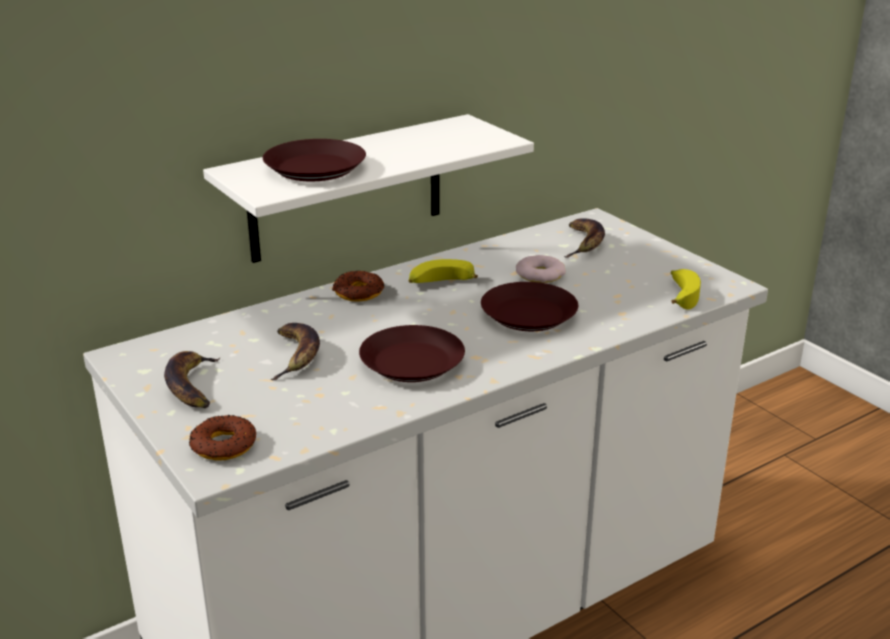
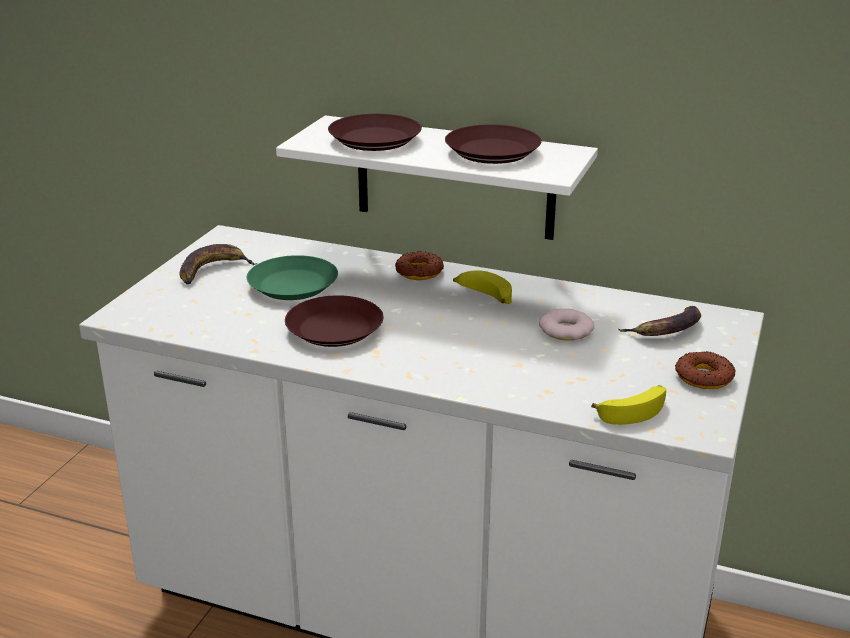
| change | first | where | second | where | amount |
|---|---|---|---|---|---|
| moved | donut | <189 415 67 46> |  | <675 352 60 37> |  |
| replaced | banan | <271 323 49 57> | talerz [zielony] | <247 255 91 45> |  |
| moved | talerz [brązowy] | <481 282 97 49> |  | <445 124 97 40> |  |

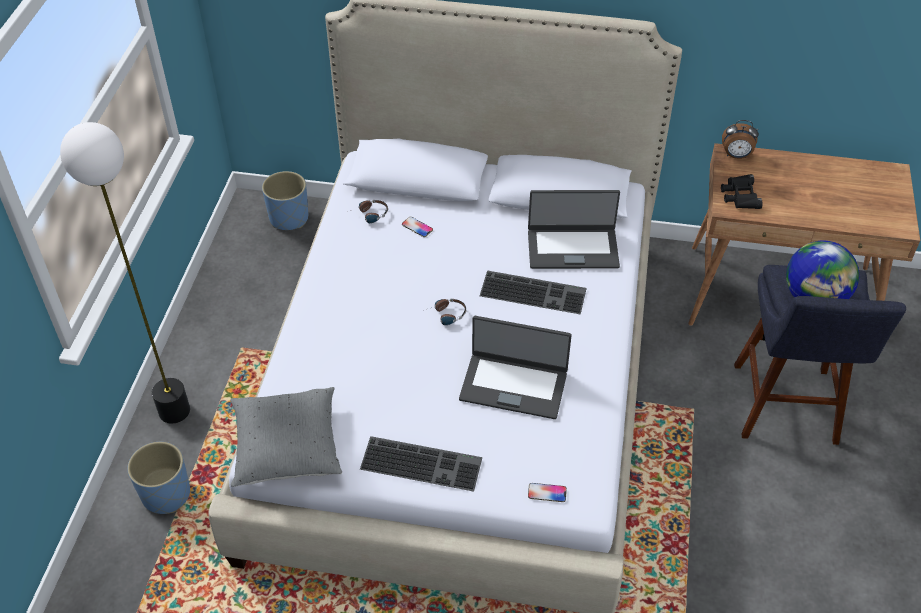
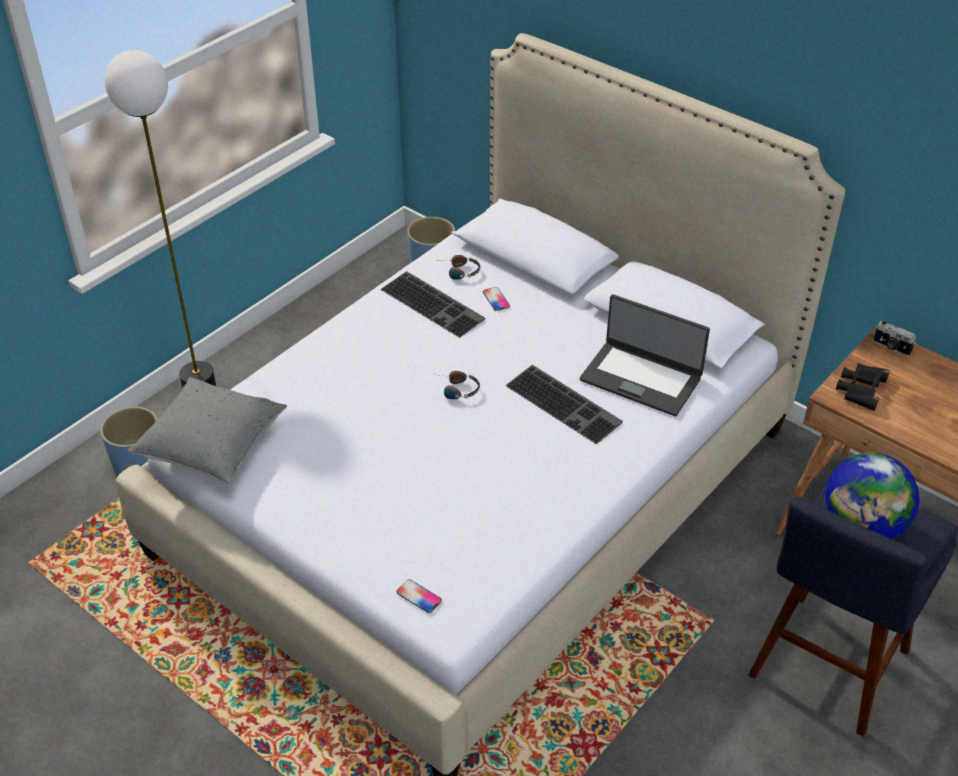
| change | first | where | second | where | amount |
|---|---|---|---|---|---|
| moved | klawiatura | <360 436 122 56> |  | <380 271 105 67> |  |
| removed | laptop | <459 316 113 103> |  |  |  |
| replaced | budzik | <722 120 37 39> | aparat fotograficzny | <873 321 43 35> |  |

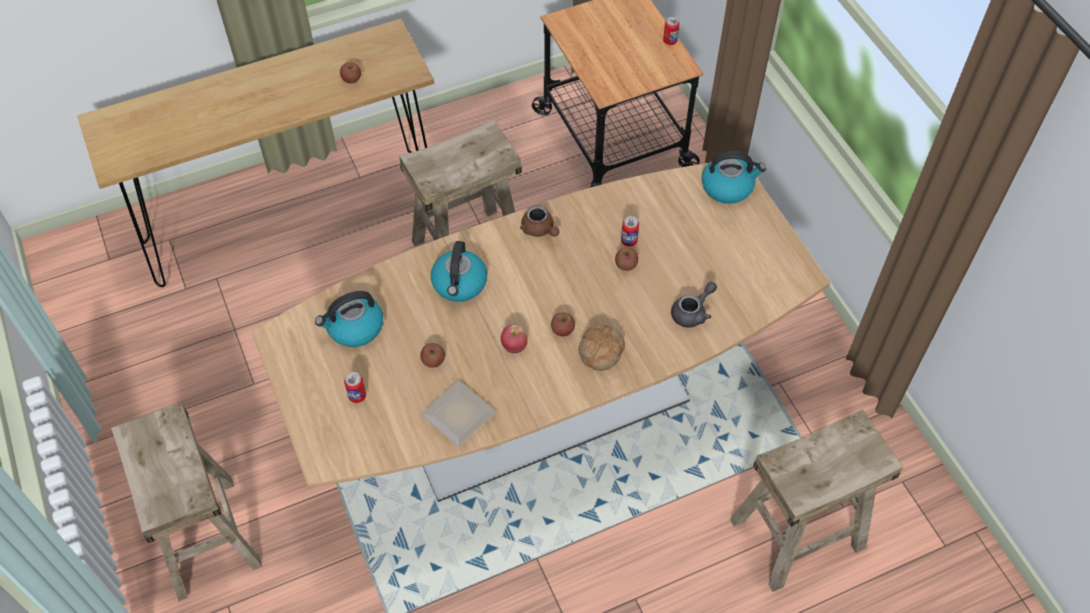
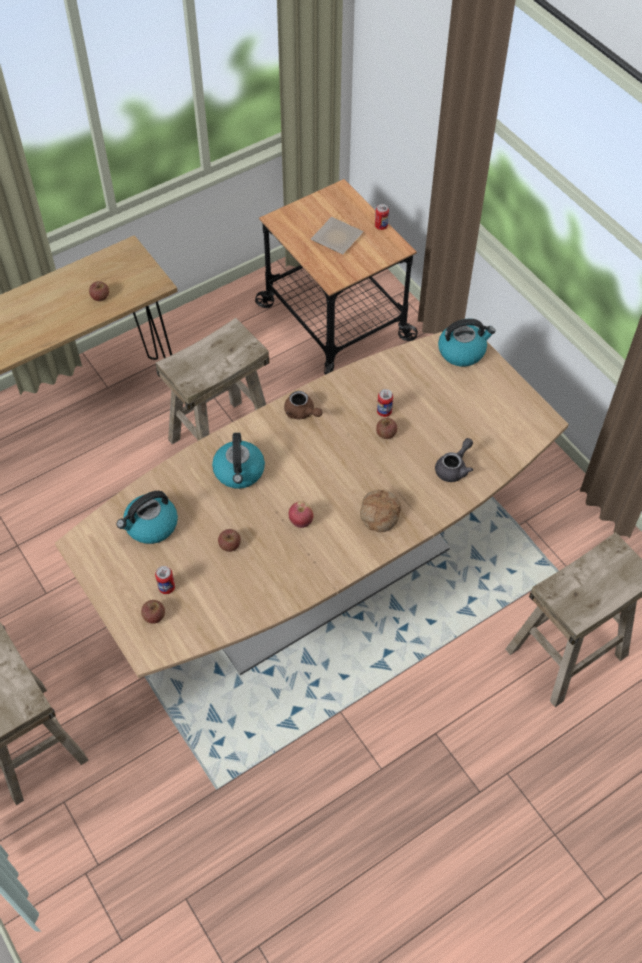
| change | first | where | second | where | amount |
|---|---|---|---|---|---|
| moved | talerz | <420 380 76 67> |  | <311 217 52 37> |  |
| moved | jabłko | <551 312 24 25> |  | <141 600 24 24> |  |

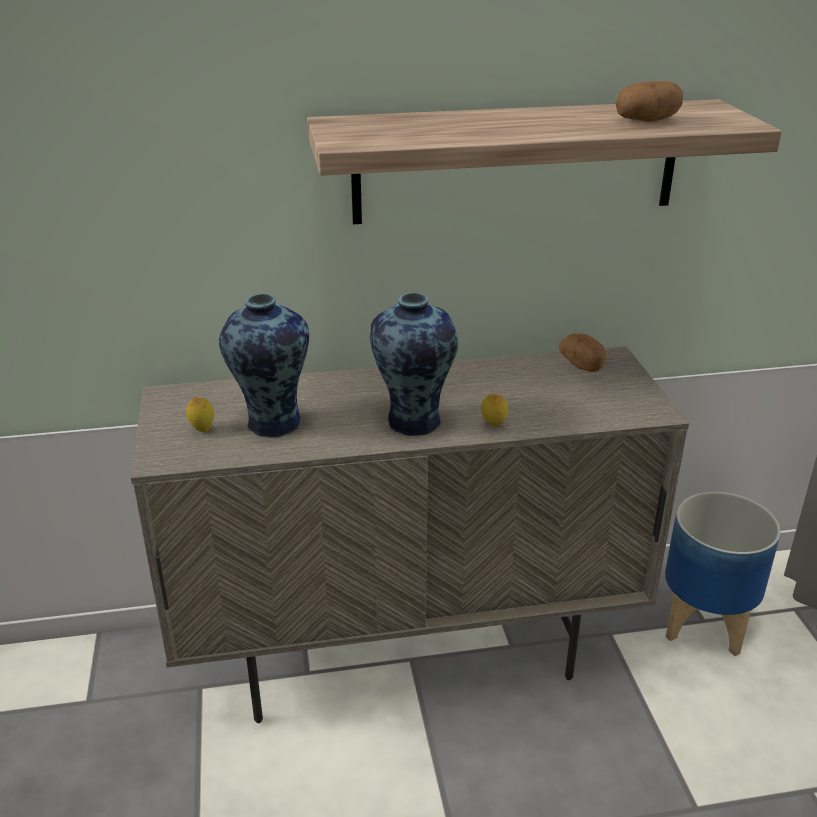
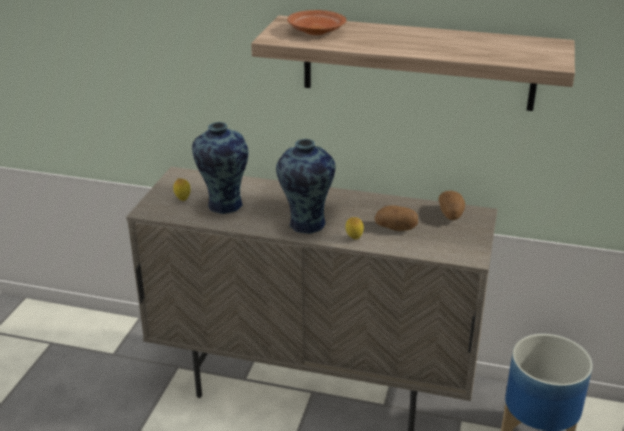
| change | first | where | second | where | amount |
|---|---|---|---|---|---|
| moved | ziemniak | <615 81 68 41> |  | <375 205 43 26> |  |
| added |  |  | talerz [brązowy] | <287 10 59 25> |  |

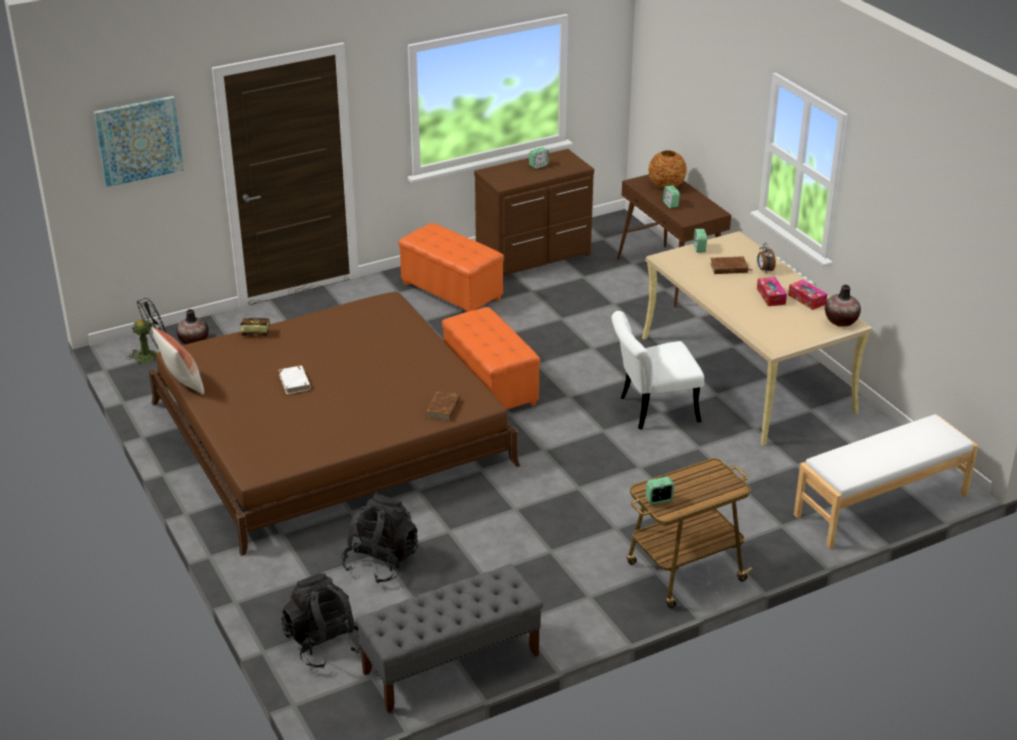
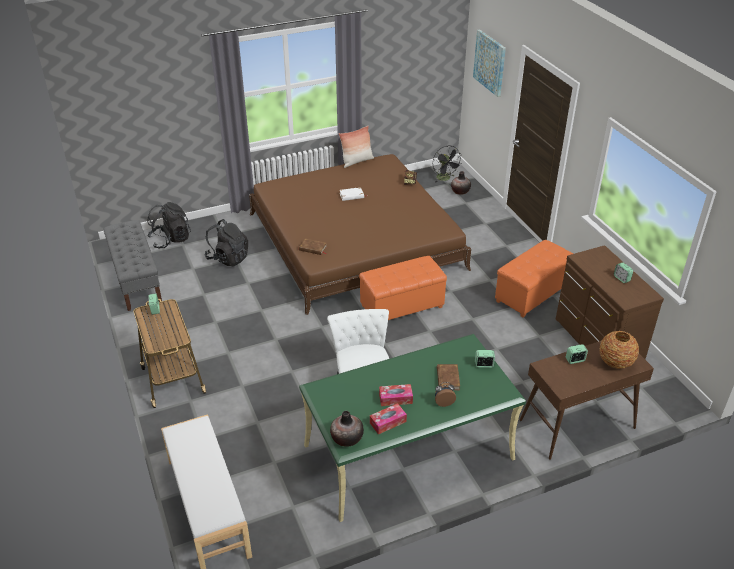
| change | first | where | second | where | amount |
|---|---|---|---|---|---|
| recoloured | biurko [beżowy] | <642 231 230 215> | biurko [zielony] | <299 334 227 188> |  |

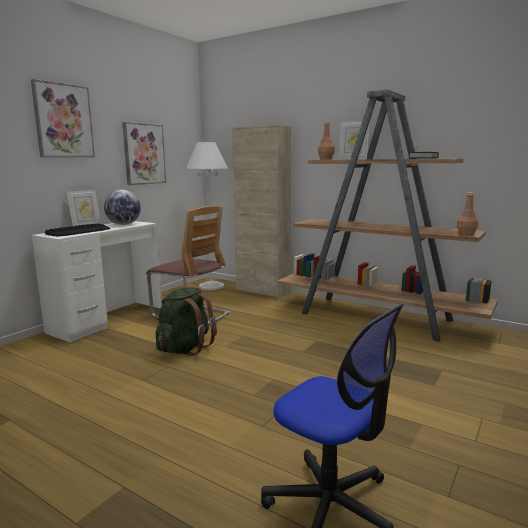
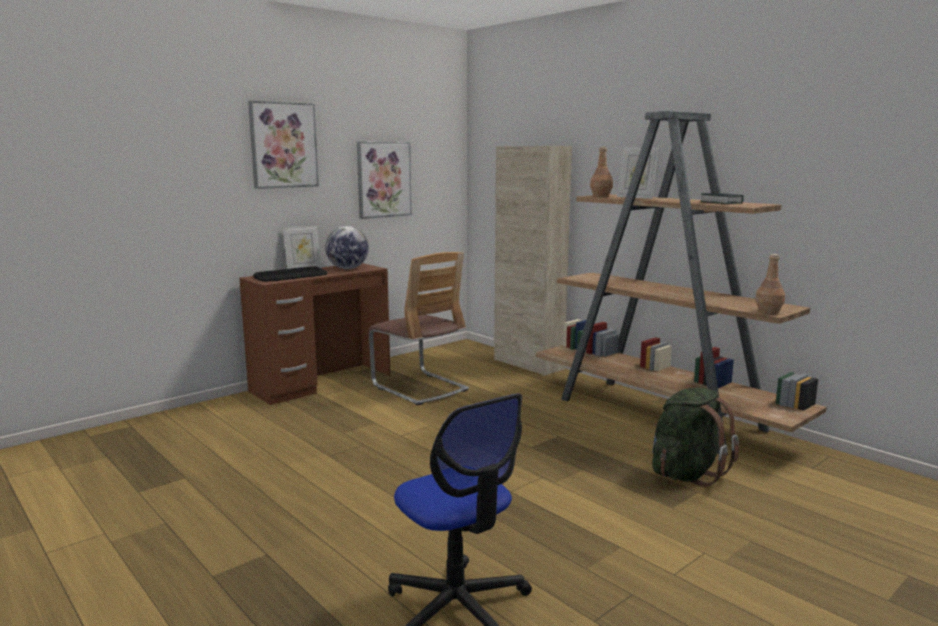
| change | first | where | second | where | amount |
|---|---|---|---|---|---|
| recoloured | biurko [biały] | <31 221 131 121> | biurko [brązowy] | <239 263 151 142> |  |
| moved | plecak [zielony] | <156 287 61 69> |  | <652 387 87 100> |  |
| removed | lampa stojąca [biały] | <186 142 42 148> |  |  |  |

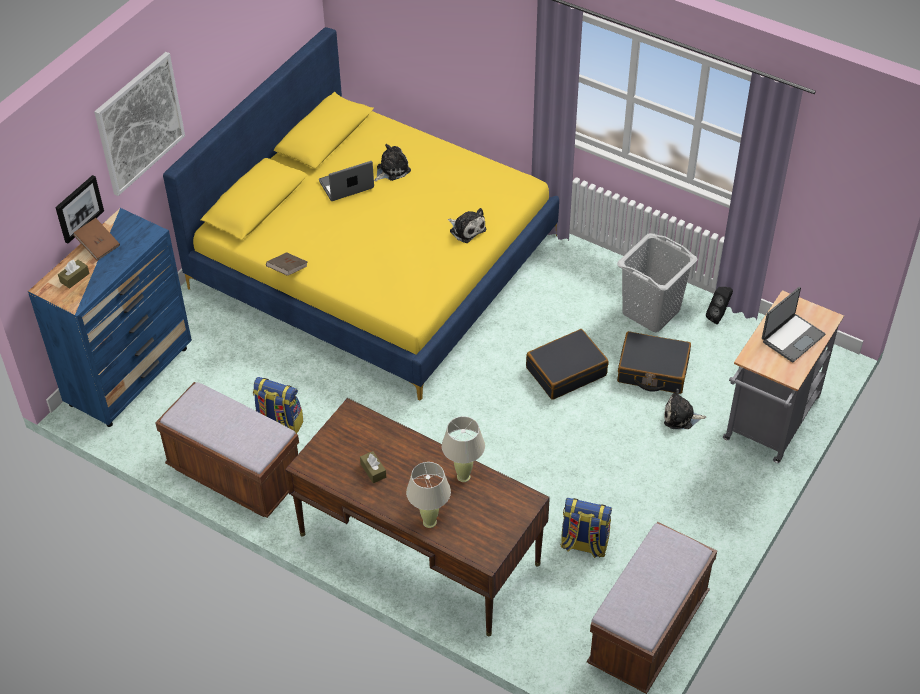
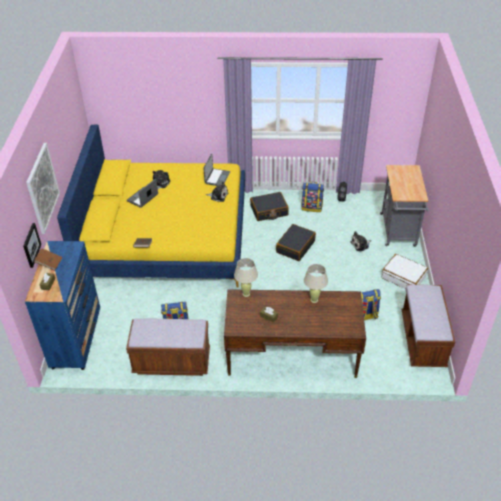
| change | first | where | second | where | amount |
|---|---|---|---|---|---|
| moved | lampa stołowa [beżowy] | <406 462 45 66> |  | <234 258 24 39> |  |
| replaced | kosz na pranie [szary] | <617 233 80 99> | plecak | <302 182 22 30> |  |
| moved | walizka [czarny] | <617 331 74 63> |  | <250 192 39 29> |  |
| moved | laptop | <762 287 63 75> |  | <203 154 27 32> |  |
| added |  |  | walizka [biały] | <382 254 46 35> |  |

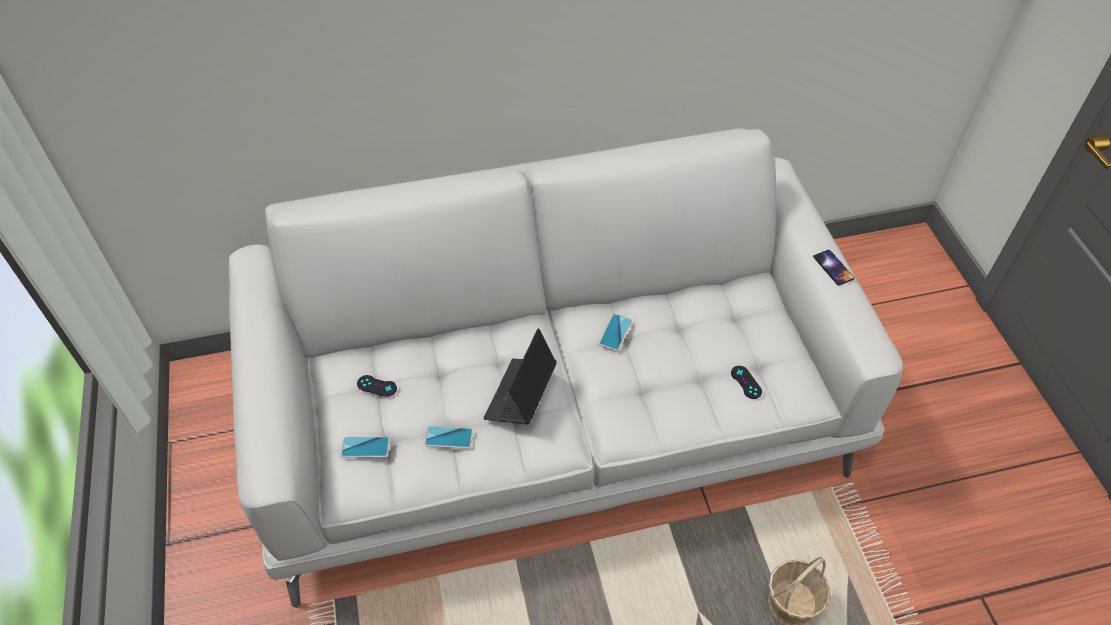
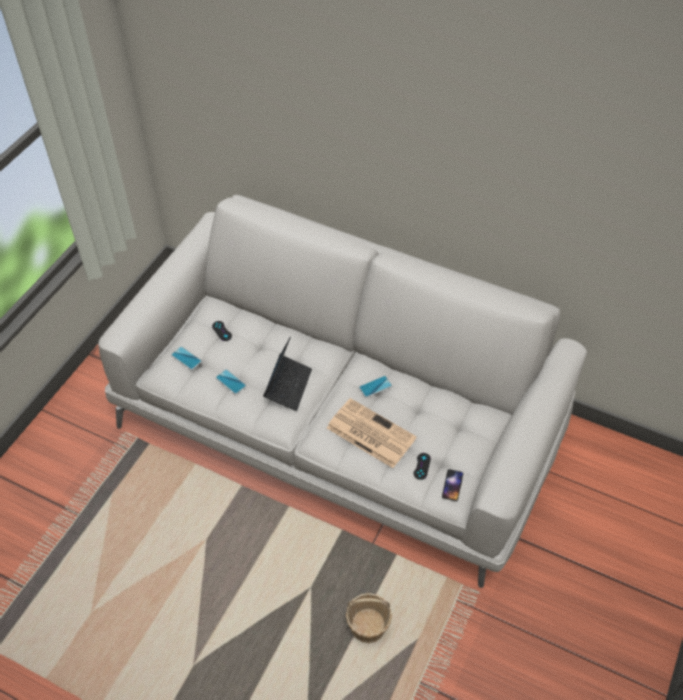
| change | first | where | second | where | amount |
|---|---|---|---|---|---|
| turned | laptop | <484 328 73 96> |  | <263 336 49 75> | 135 degrees clockwise |
| moved | telefon | <813 250 42 36> |  | <442 469 21 32> |  |
| added |  |  | gazeta | <327 398 90 70> |  |

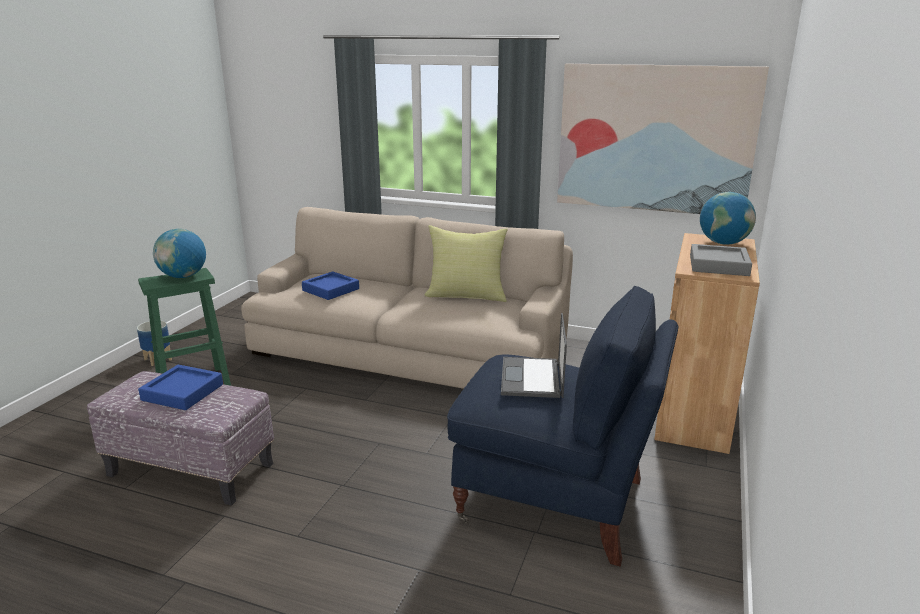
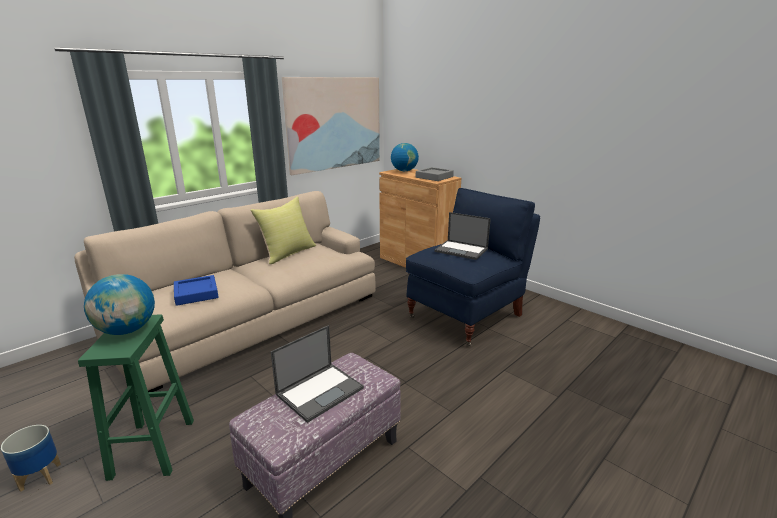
| change | first | where | second | where | amount |
|---|---|---|---|---|---|
| replaced | taca [niebieski] | <138 365 85 45> | laptop | <271 325 93 98> |  |

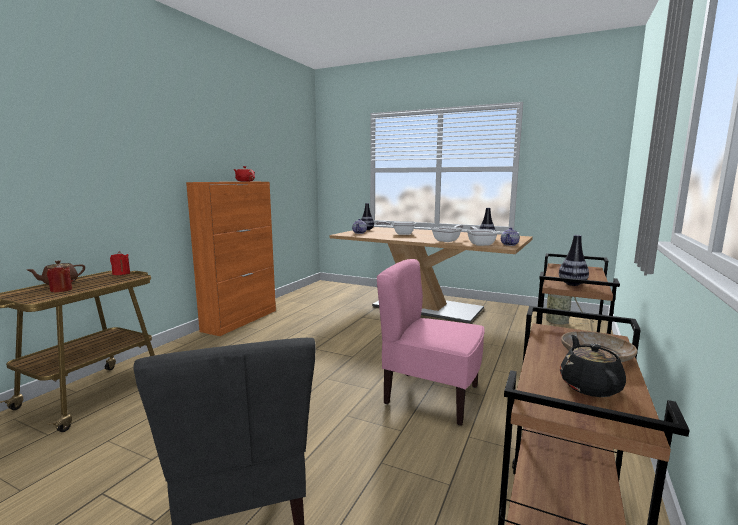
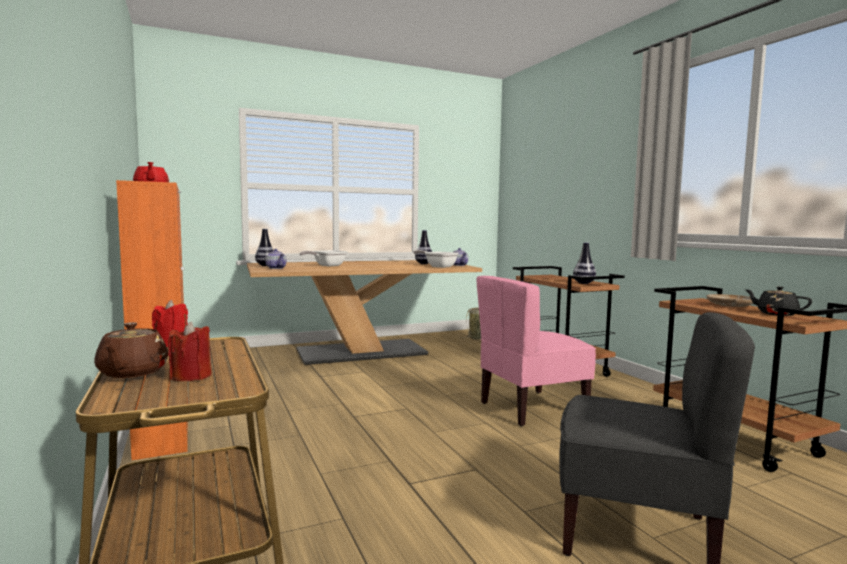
| change | first | where | second | where | amount |
|---|---|---|---|---|---|
| removed | patelnia | <431 225 32 17> |  |  |  |

